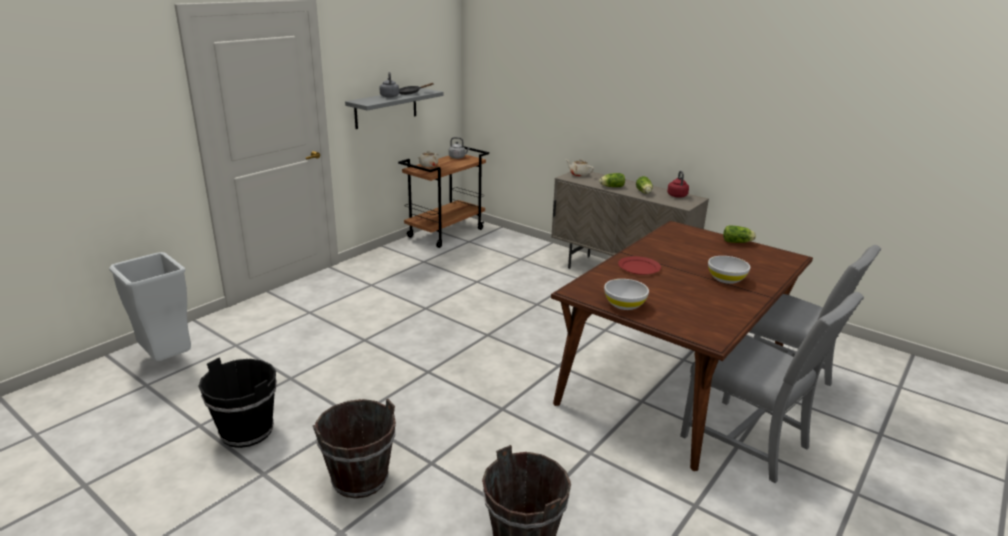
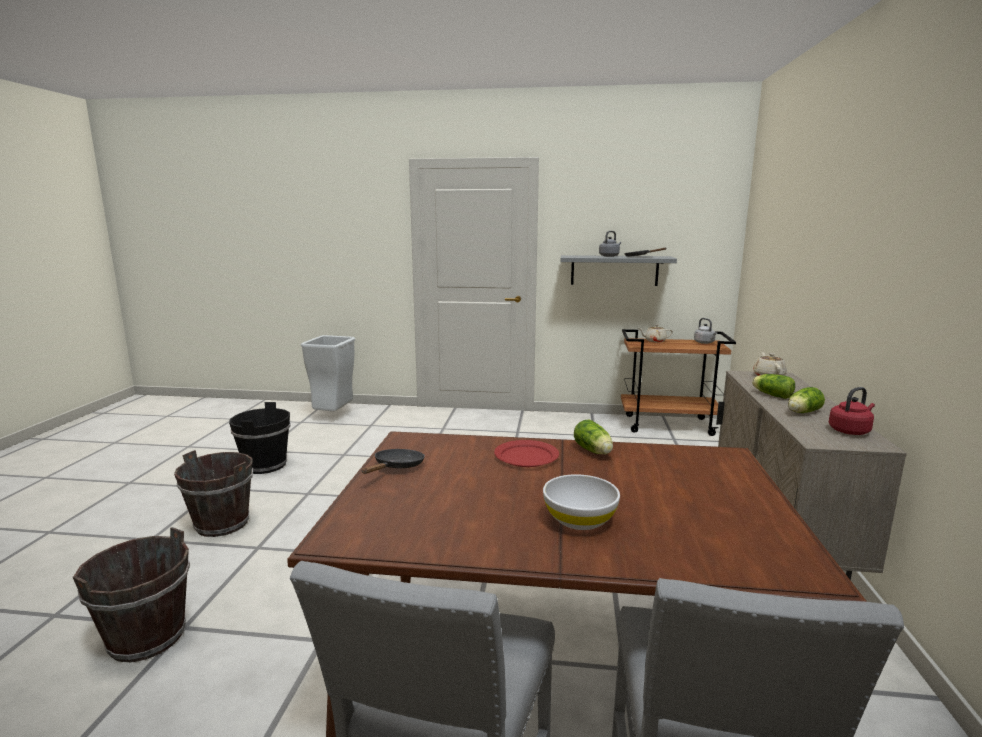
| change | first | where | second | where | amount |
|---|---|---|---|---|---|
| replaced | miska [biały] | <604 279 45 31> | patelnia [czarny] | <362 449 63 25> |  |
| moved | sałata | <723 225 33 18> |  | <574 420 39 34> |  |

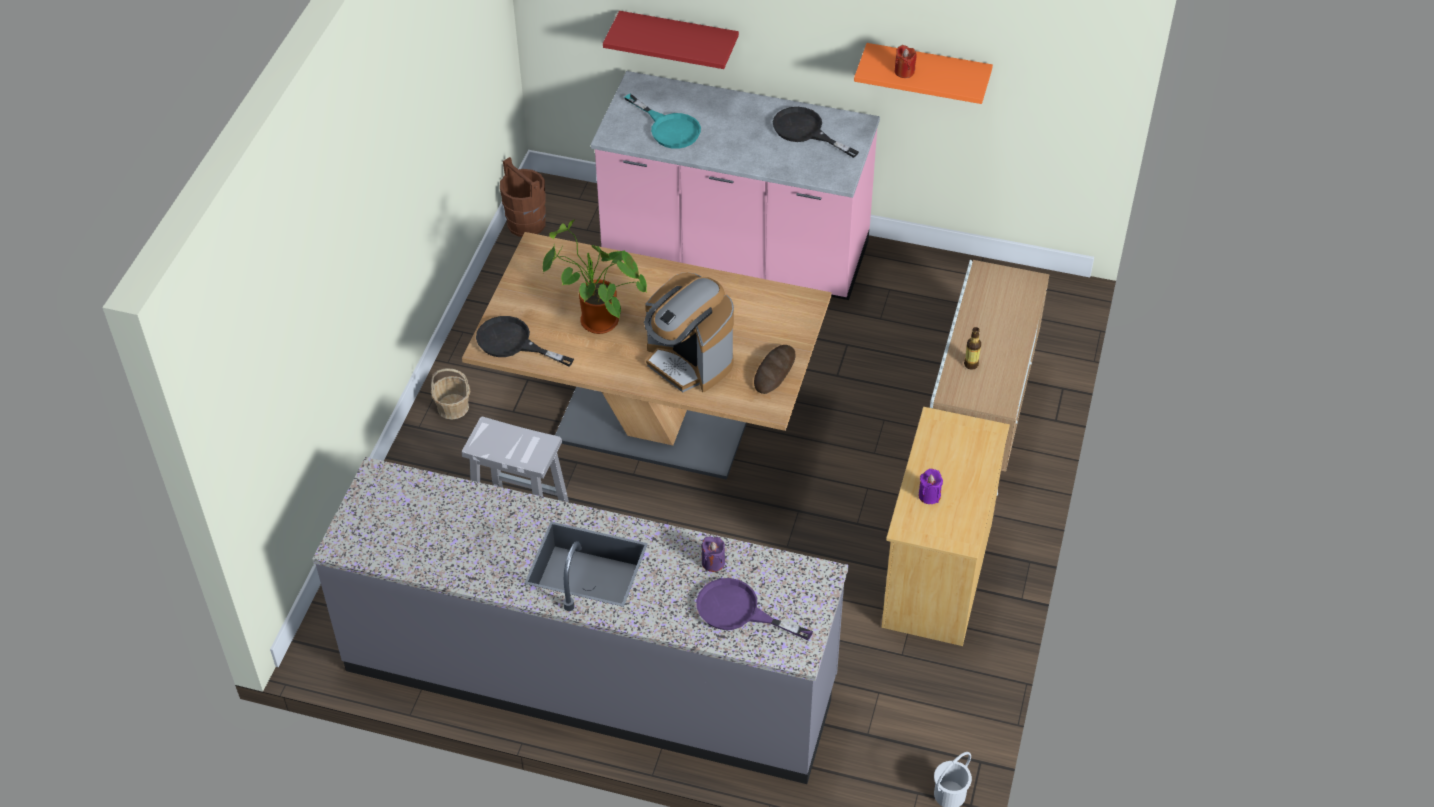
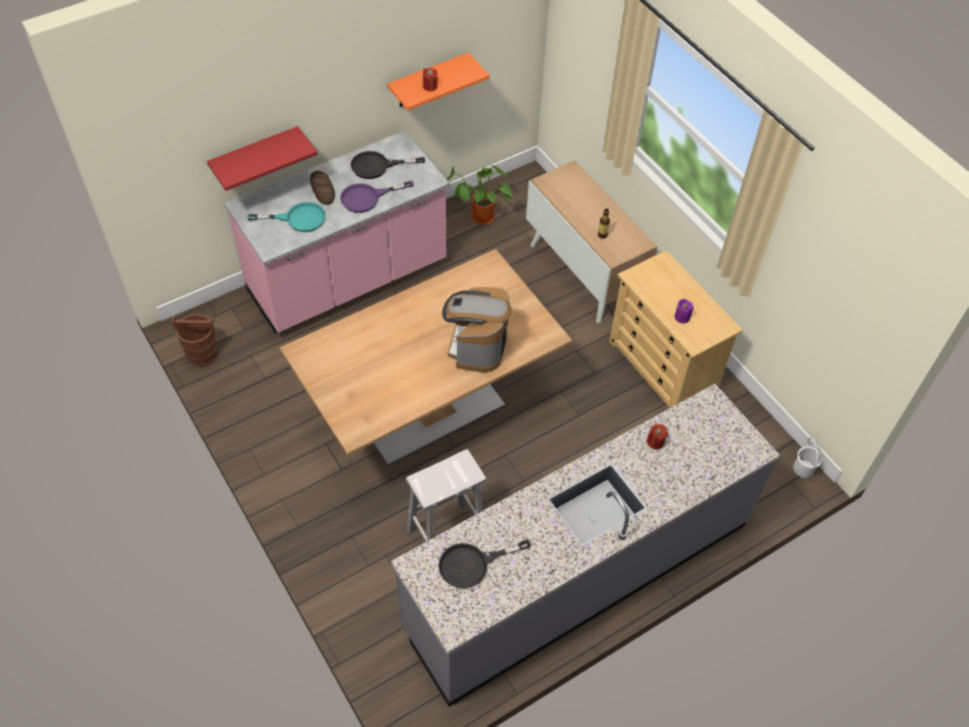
| change | first | where | second | where | amount |
|---|---|---|---|---|---|
| removed | koszyk | <431 368 39 52> |  |  |  |
| moved | patelnia [czarny] | <476 316 98 50> |  | <438 539 93 49> |  |
| moved | roślina doniczkowa | <543 220 104 114> |  | <446 165 69 60> |  |
| turned | ekspres do kawy | <644 273 90 119> |  | <442 287 69 85> | 105 degrees clockwise |
| moved | patelnia [fioletowy] | <696 578 117 62> |  | <340 180 74 33> |  |
| recoloured | świeca [fioletowy] | <701 537 24 35> | świeca [czerwony] | <646 424 22 25> |  |
| moved | chleb | <754 345 42 49> |  | <310 170 25 35> |  |

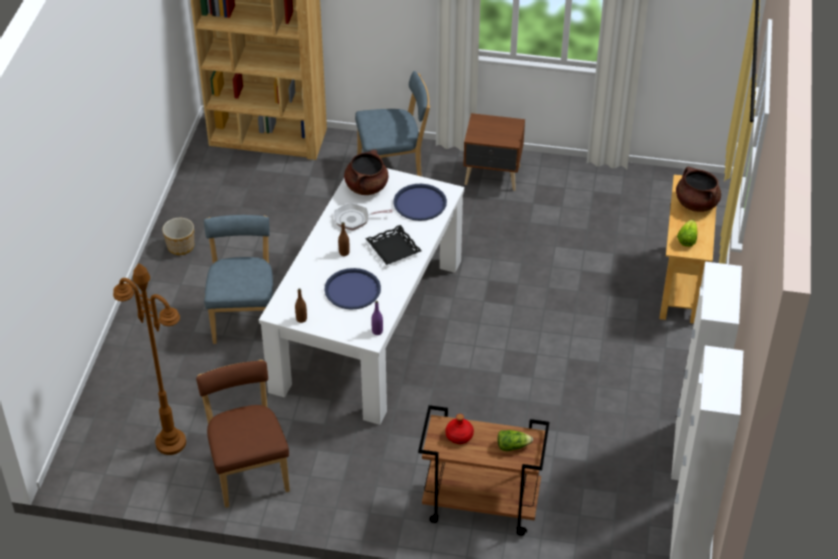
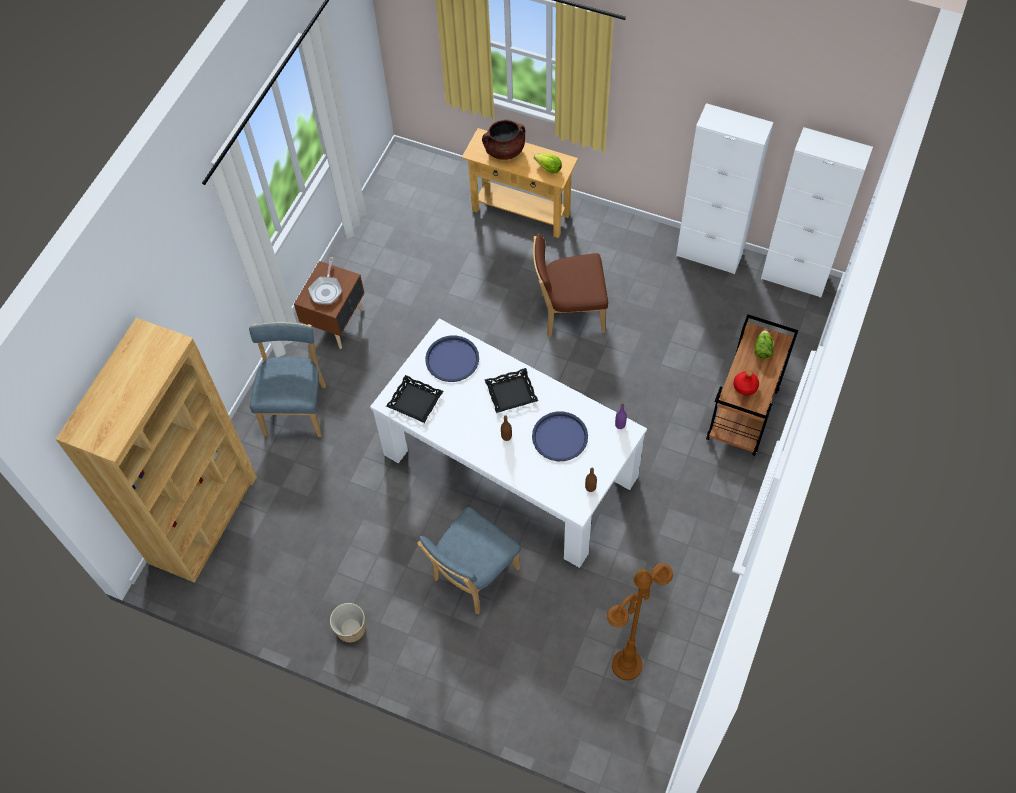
| change | first | where | second | where | amount |
|---|---|---|---|---|---|
| moved | krzesło [brązowy] | <196 360 94 148> |  | <533 233 75 104> |  |
| turned | krzesło [niebieski] | <204 215 69 129> |  | <417 507 104 107> | 60 degrees counterclockwise |
| moved | patelnia | <334 203 59 28> |  | <308 257 34 47> |  |
| replaced | garnek [brązowy] | <344 149 44 46> | taca [czarny] | <386 375 57 48> |  |

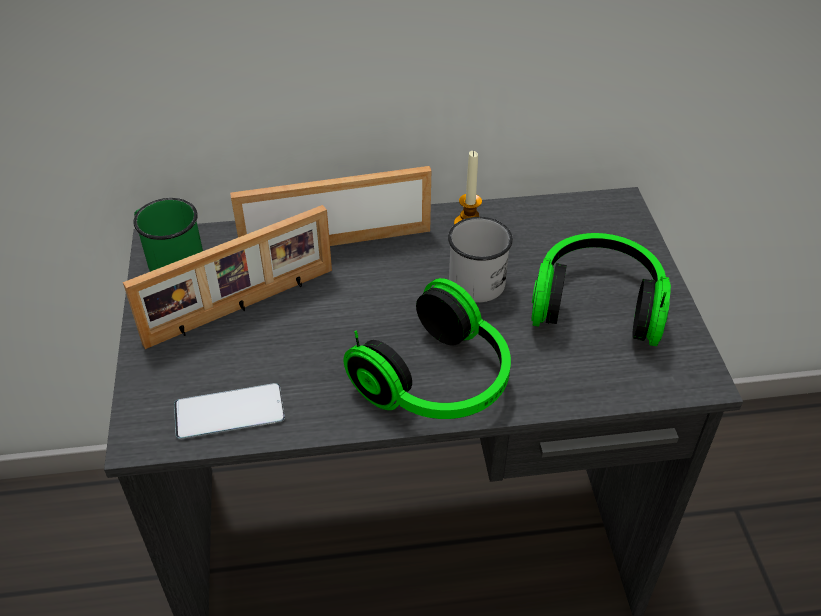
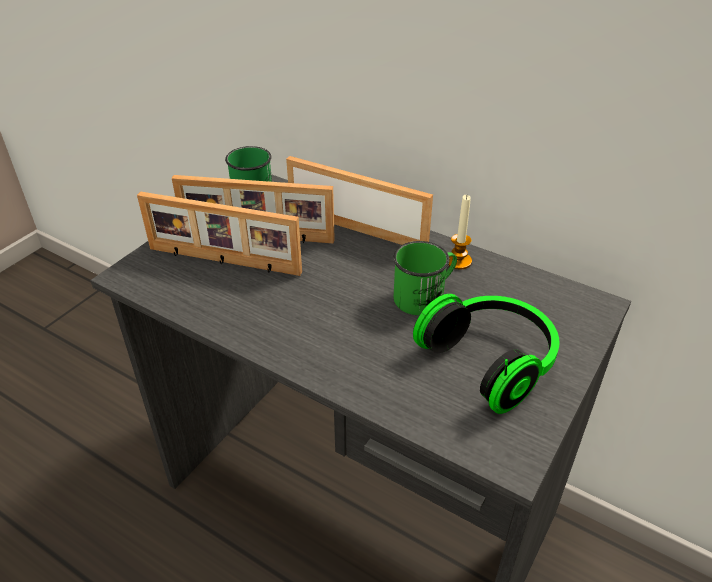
| change | first | where | second | where | amount |
|---|---|---|---|---|---|
| removed | telefon | <174 383 111 56> |  |  |  |
| removed | słuchawki | <344 278 167 141> |  |  |  |
| recoloured | kubek [biały] | <448 217 65 86> | kubek [zielony] | <393 241 64 74> |  |
| added |  |  | ramka na zdjęcie | <137 192 165 84> |  |

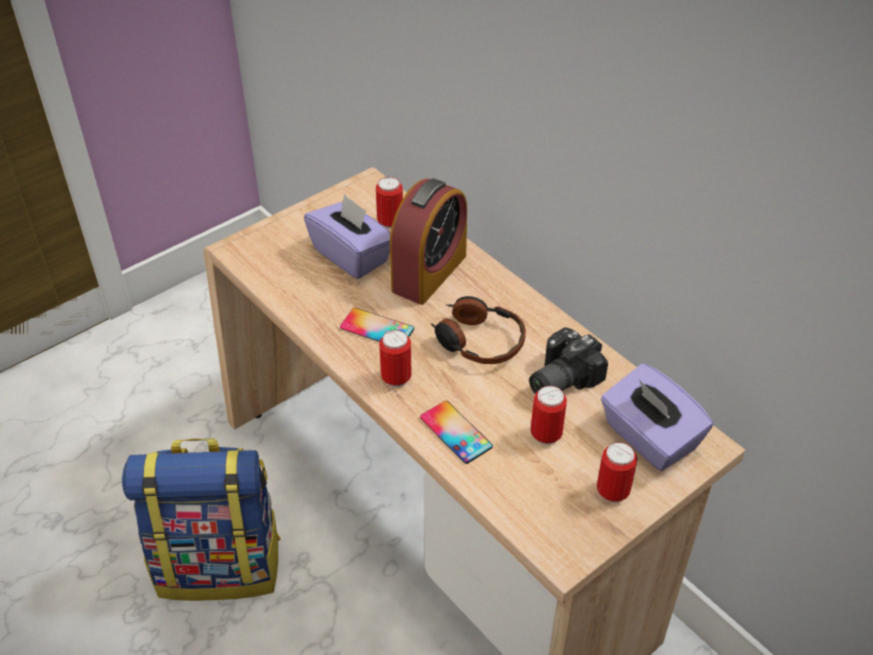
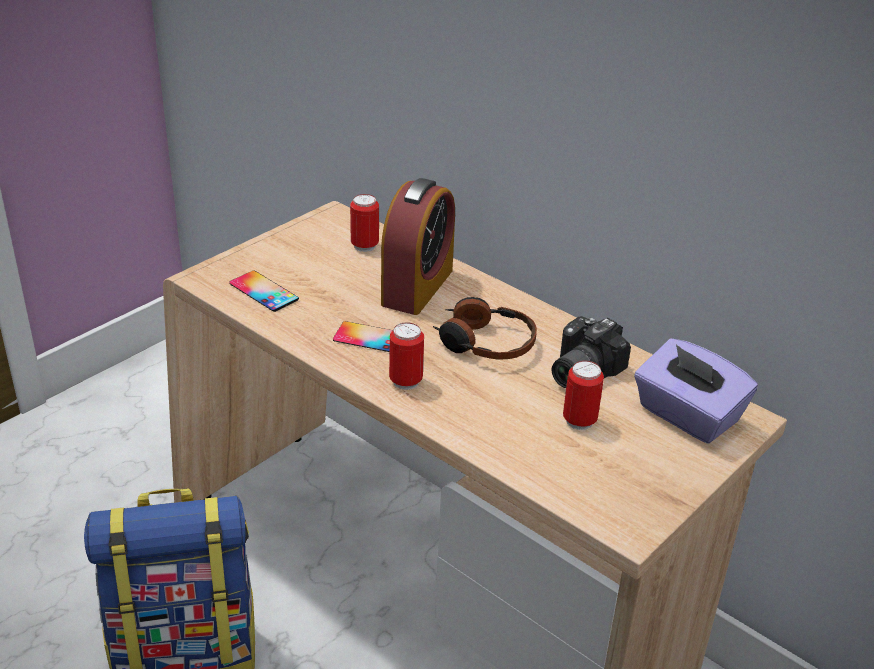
| change | first | where | second | where | amount |
|---|---|---|---|---|---|
| removed | pudełko chusteczek [fioletowy] | <304 194 86 85> |  |  |  |
| moved | telefon | <420 401 73 63> |  | <229 270 70 42> |  |
| removed | puszka | <597 442 40 61> |  |  |  |

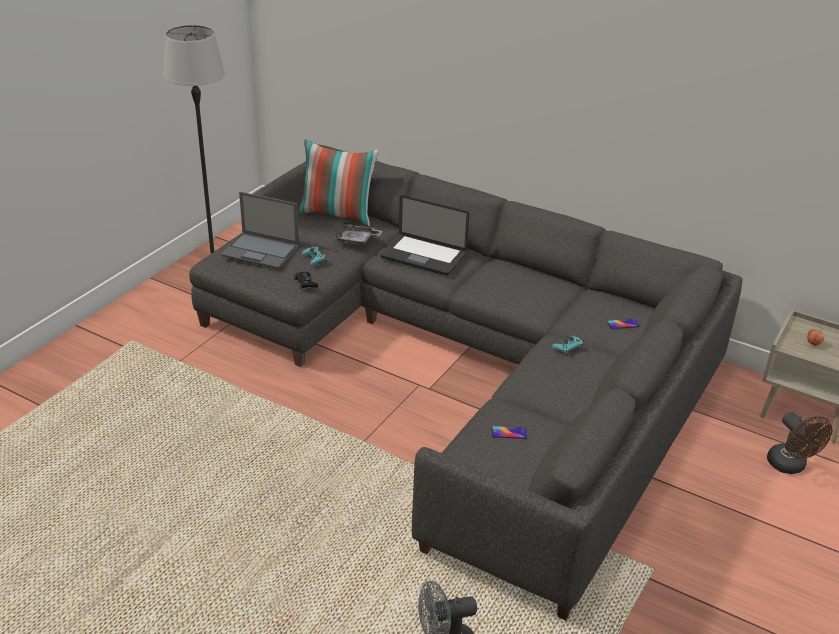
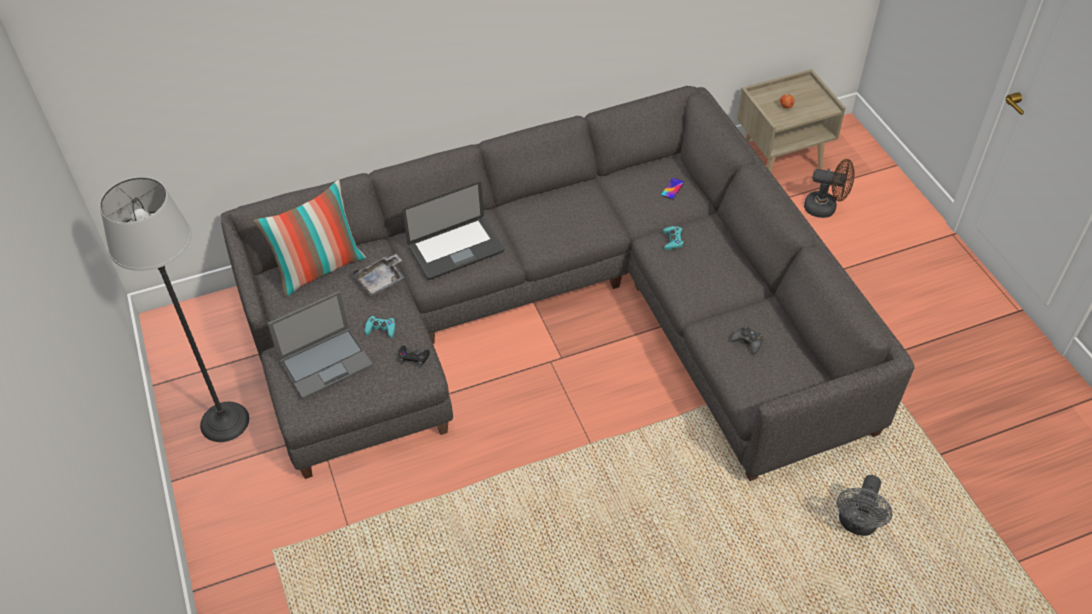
| change | first | where | second | where | amount |
|---|---|---|---|---|---|
| replaced | telefon | <492 426 35 13> | pad do gier [czarny] | <730 326 33 28> |  |

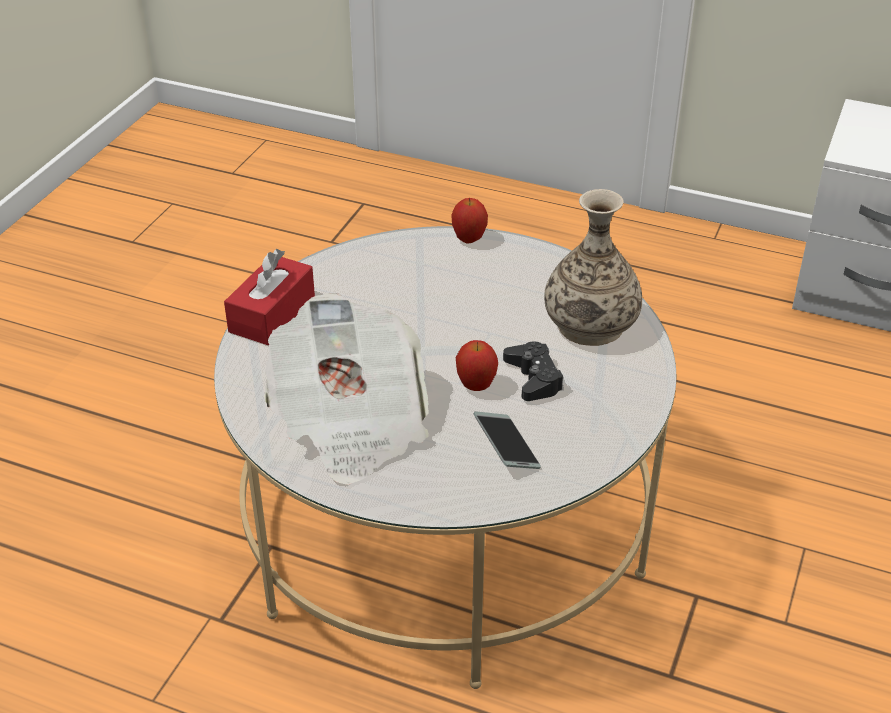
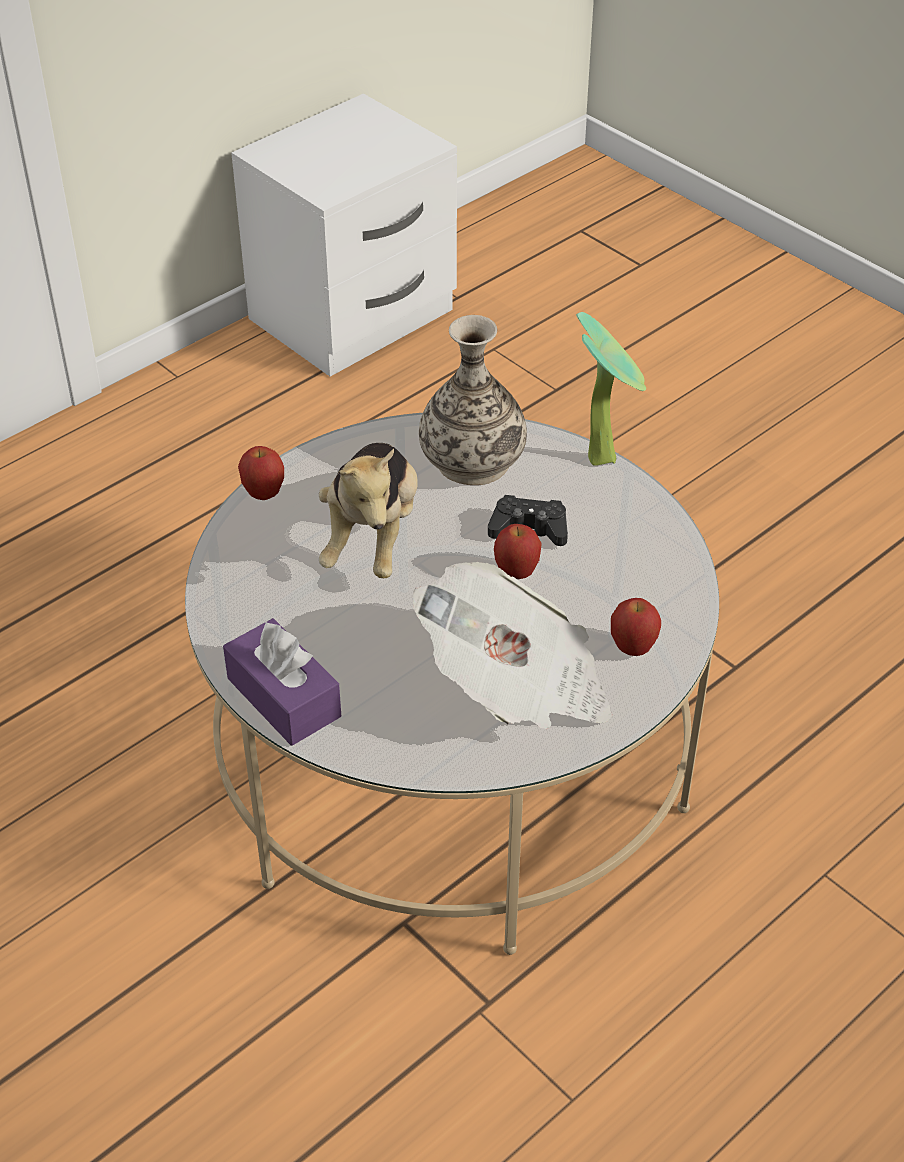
| change | first | where | second | where | amount |
|---|---|---|---|---|---|
| recoloured | pudełko chusteczek [czerwony] | <224 249 91 96> | pudełko chusteczek [fioletowy] | <223 618 118 128> |  |
| removed | telefon | <474 411 67 58> |  |  |  |
| added |  |  | pluszak | <319 443 99 135> |  |
| added |  |  | roślina doniczkowa | <576 312 70 154> |  |
| added |  |  | jabłko | <611 598 50 58> |  |

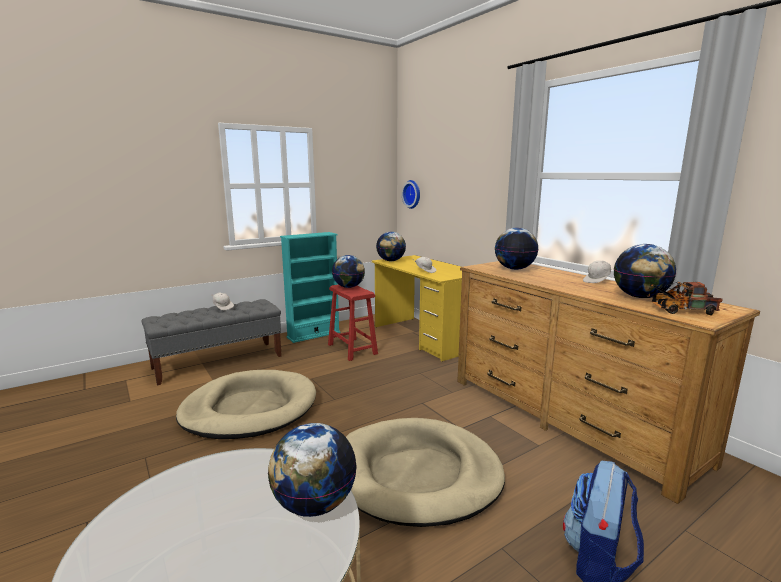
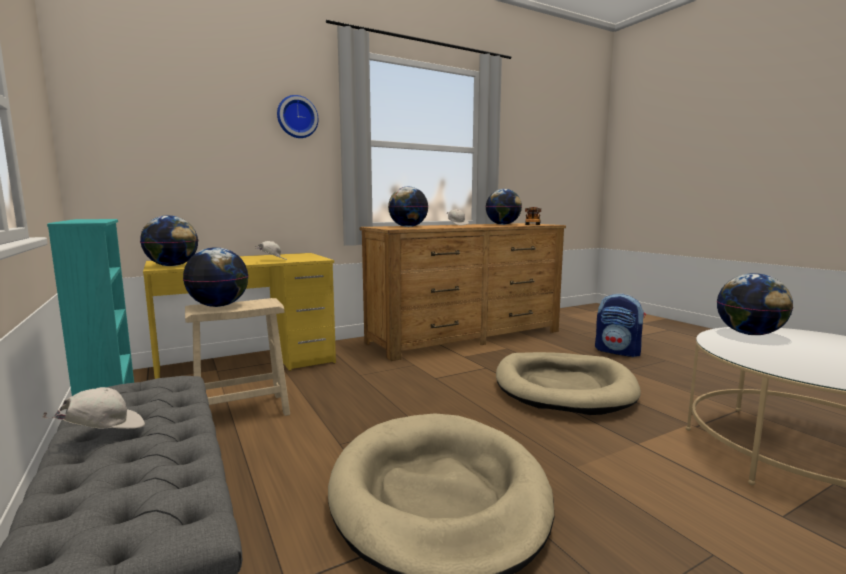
| change | first | where | second | where | amount |
|---|---|---|---|---|---|
| recoloured | stołek [czerwony] | <328 285 50 76> | stołek [beżowy] | <185 298 105 118> |  |
| moved | zegar ścienny | <402 180 18 29> |  | <277 95 41 43> |  |

